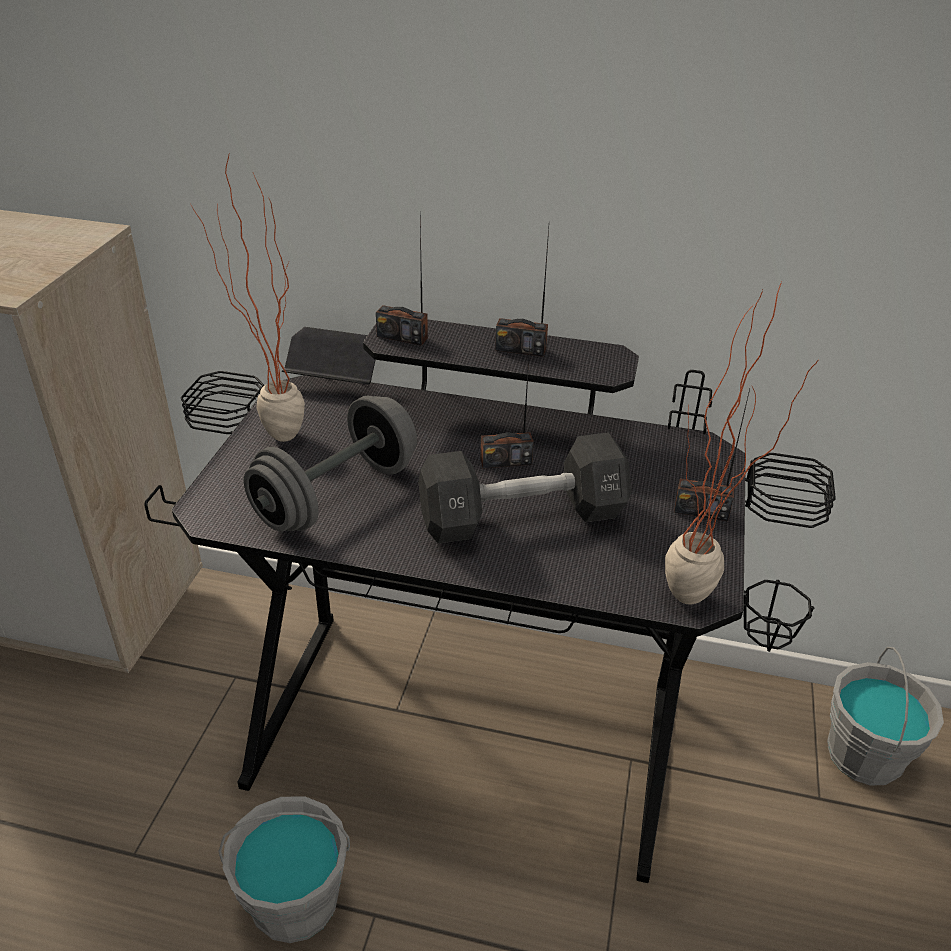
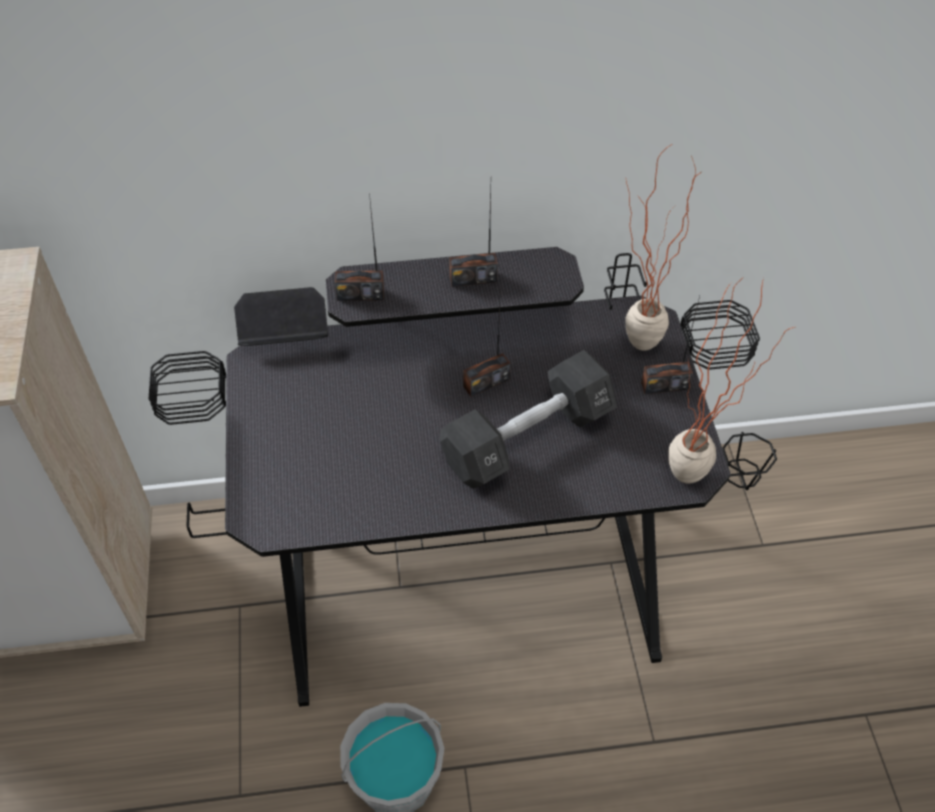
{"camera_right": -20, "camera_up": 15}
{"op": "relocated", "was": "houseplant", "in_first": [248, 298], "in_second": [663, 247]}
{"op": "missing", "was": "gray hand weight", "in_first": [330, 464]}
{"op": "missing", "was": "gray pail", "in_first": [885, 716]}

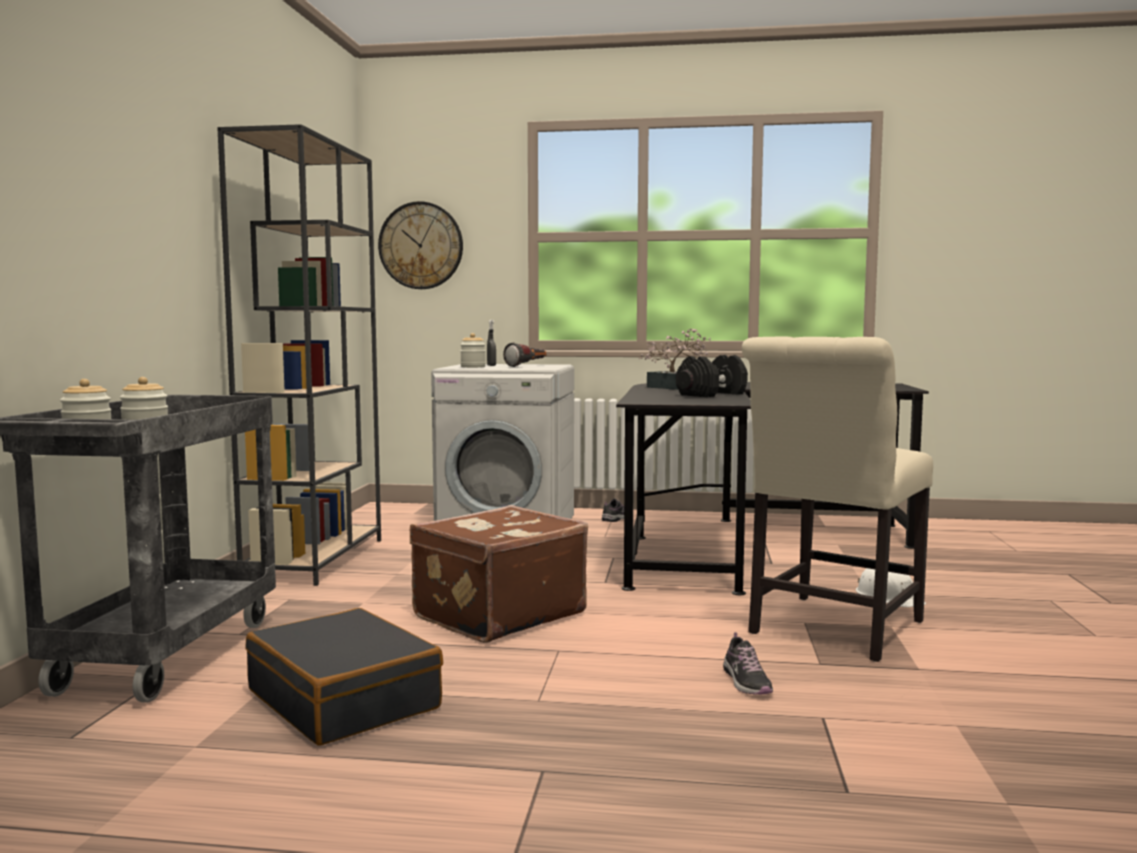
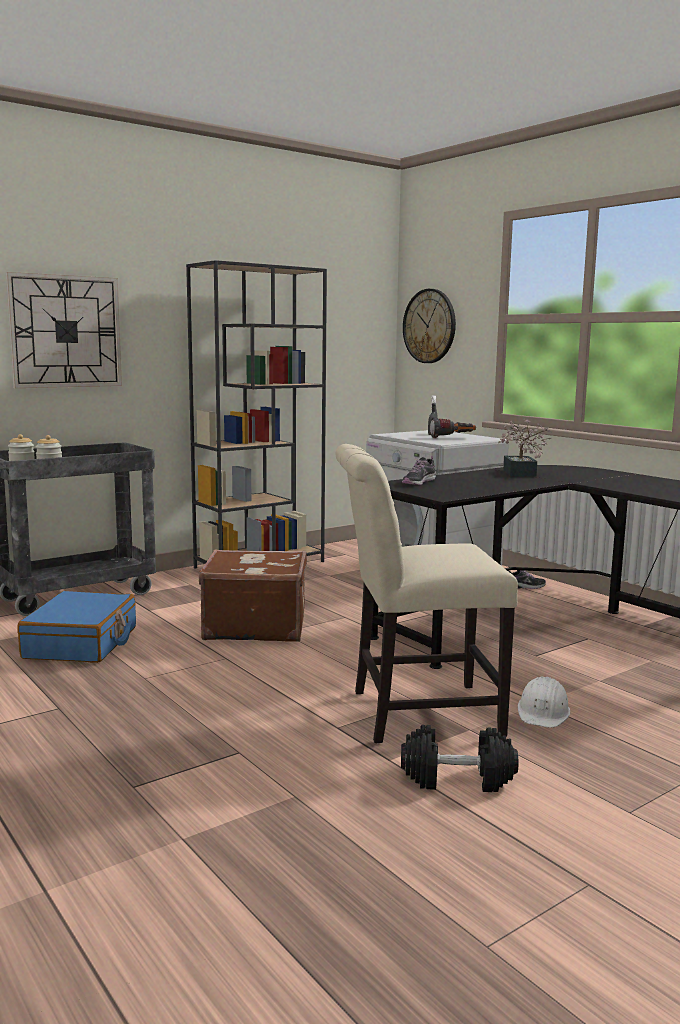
{"camera_right": 45, "camera_up": 5}
{"op": "appeared", "now": "wall clock", "in_second": [64, 330]}
{"op": "colour", "was": "black travel case", "now": "blue-coloured travel case", "in_first": [344, 676], "in_second": [77, 627]}
{"op": "relocated", "was": "black hand weight", "in_first": [712, 376], "in_second": [459, 758]}
{"op": "relocated", "was": "item of footwear", "in_first": [748, 663], "in_second": [419, 470]}
{"op": "missing", "was": "jar", "in_first": [473, 350]}

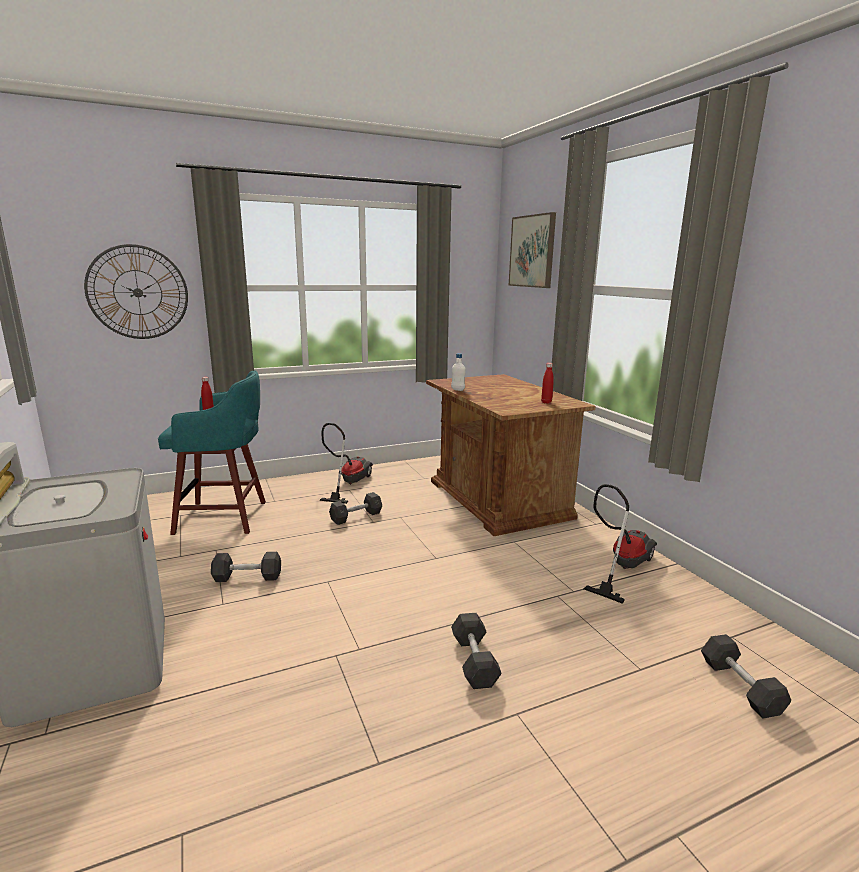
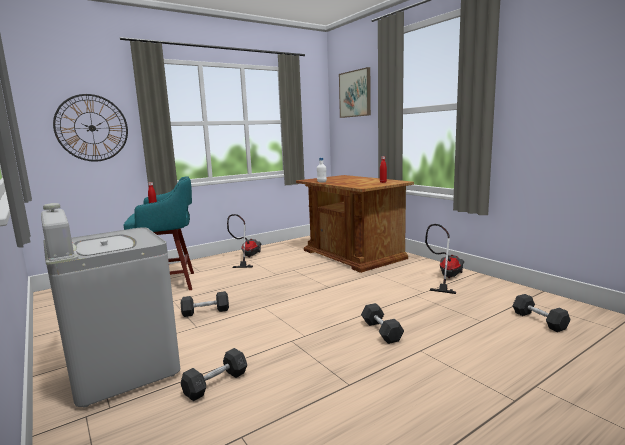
{"camera_right": -10, "camera_up": -5}
{"op": "relocated", "was": "gray hand weight", "in_first": [355, 508], "in_second": [214, 374]}

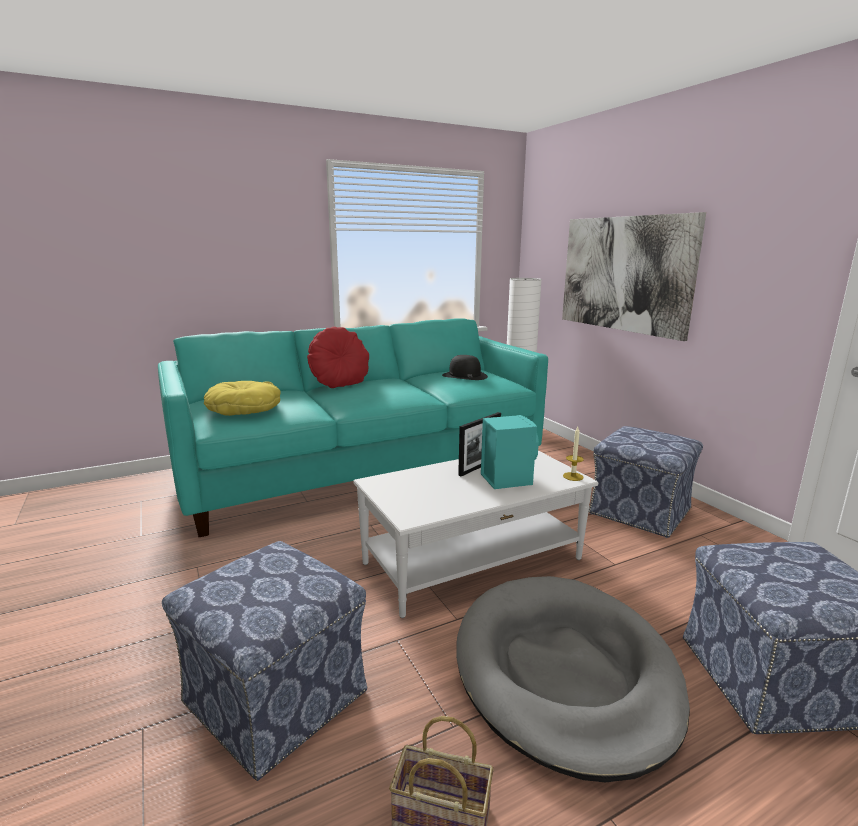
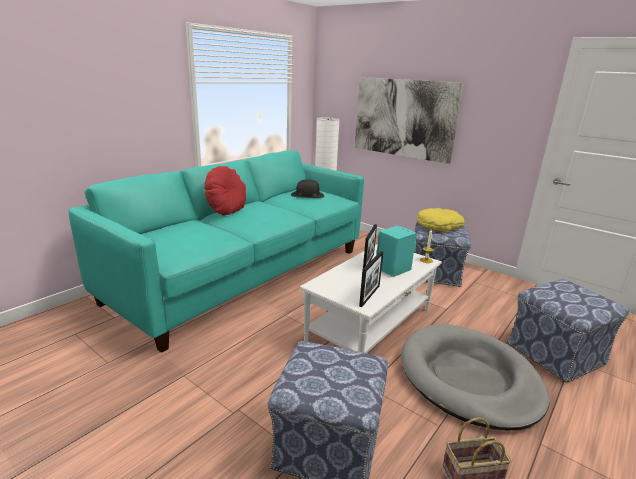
{"camera_right": -25, "camera_up": 5}
{"op": "appeared", "now": "picture frame", "in_second": [371, 279]}
{"op": "relocated", "was": "yellowish cushion", "in_first": [242, 398], "in_second": [441, 220]}

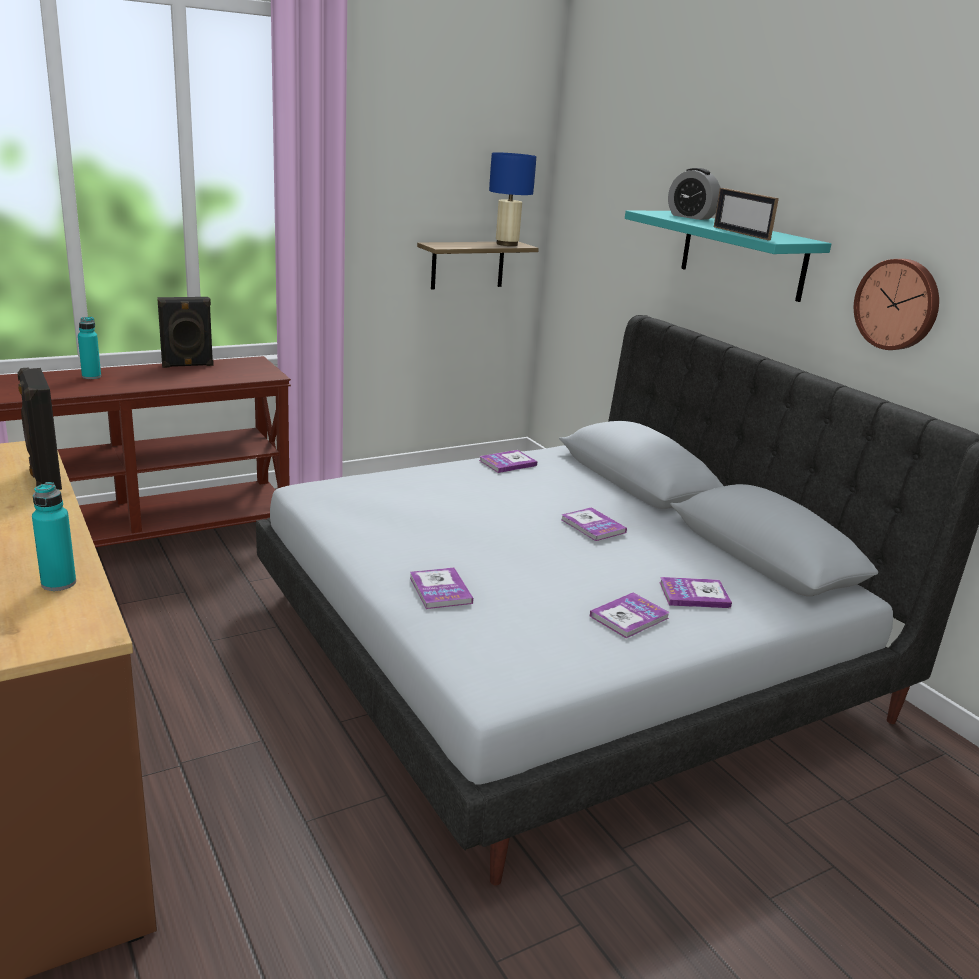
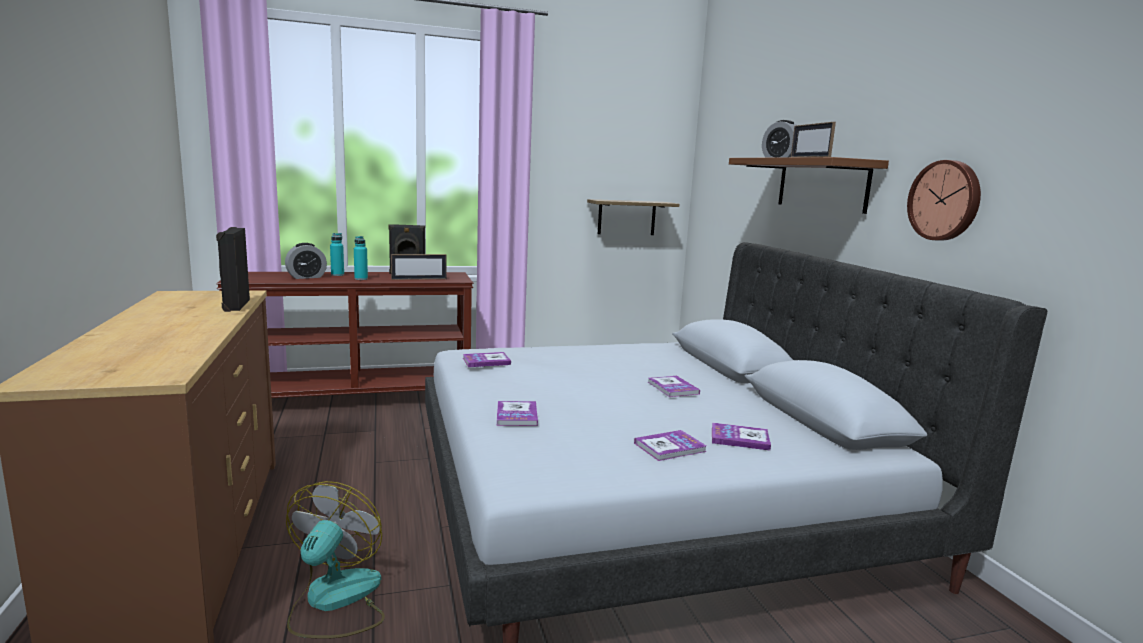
{"camera_right": 15, "camera_up": -10}
{"op": "appeared", "now": "alarm clock", "in_second": [306, 261]}
{"op": "appeared", "now": "fan", "in_second": [335, 560]}
{"op": "relocated", "was": "turquoise-coloured drink bottle", "in_first": [54, 536], "in_second": [361, 258]}
{"op": "appeared", "now": "picture frame", "in_second": [419, 267]}
{"op": "relocated", "was": "bound book", "in_first": [508, 461], "in_second": [487, 359]}
{"op": "colour", "was": "turquoise-coloured shelf", "now": "brown-coloured shelf", "in_first": [728, 256], "in_second": [809, 185]}
{"op": "missing", "was": "blue-coloured table lamp", "in_first": [512, 199]}

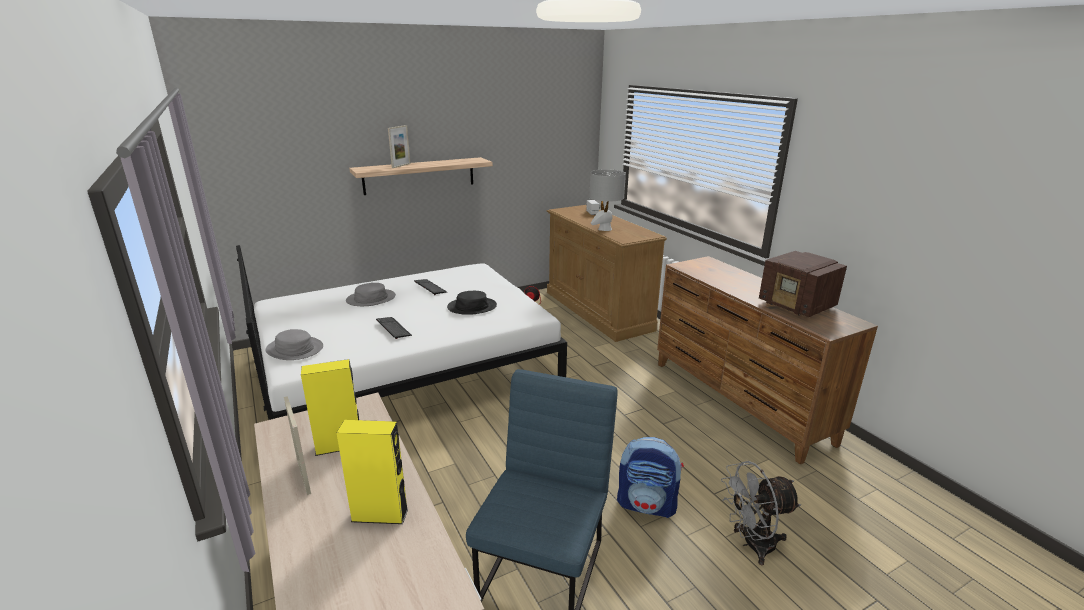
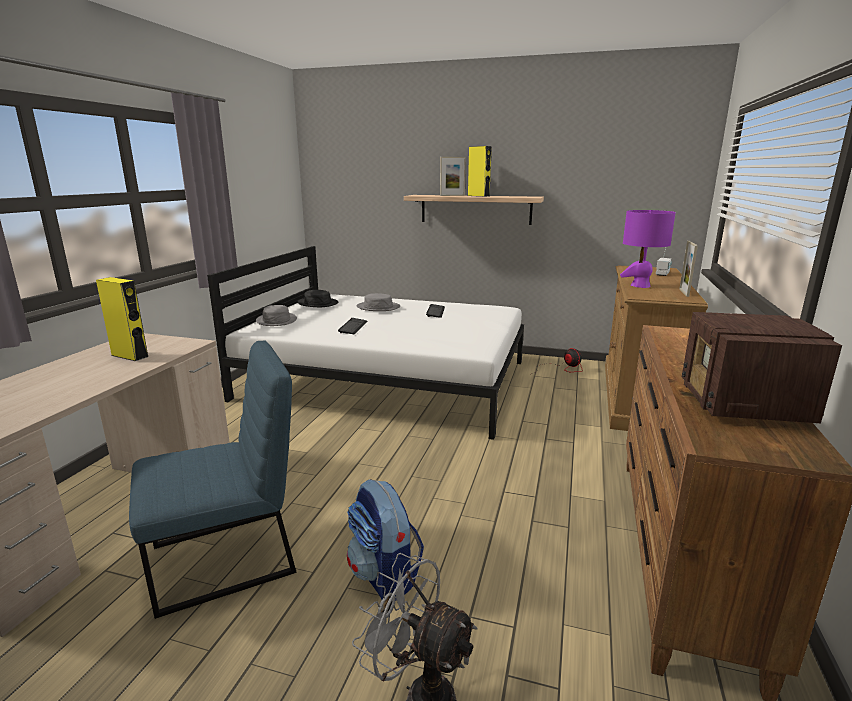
{"camera_right": 45, "camera_up": -5}
{"op": "relocated", "was": "black clothing hat", "in_first": [472, 303], "in_second": [317, 298]}
{"op": "relocated", "was": "yellowish speaker", "in_first": [372, 472], "in_second": [480, 171]}
{"op": "colour", "was": "gray table lamp", "now": "purple table lamp", "in_first": [607, 200], "in_second": [648, 249]}
{"op": "relocated", "was": "picture frame", "in_first": [297, 445], "in_second": [688, 269]}

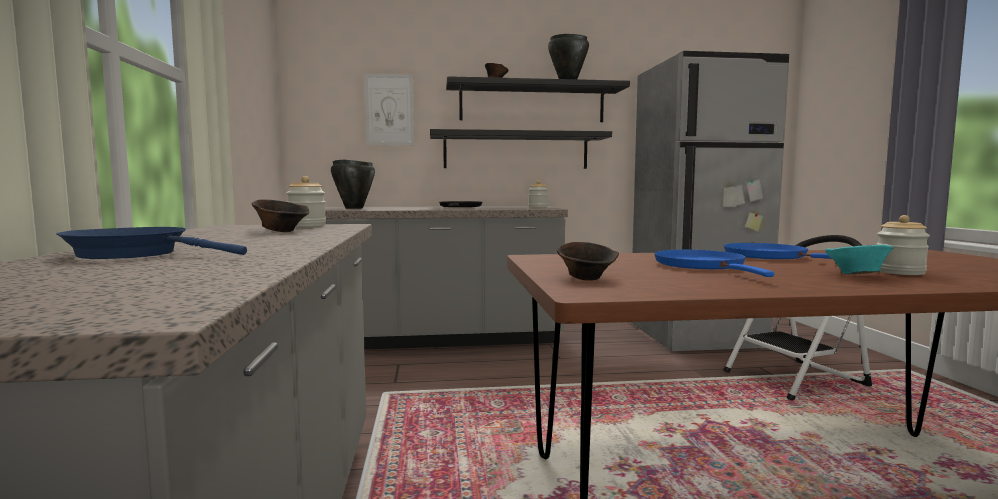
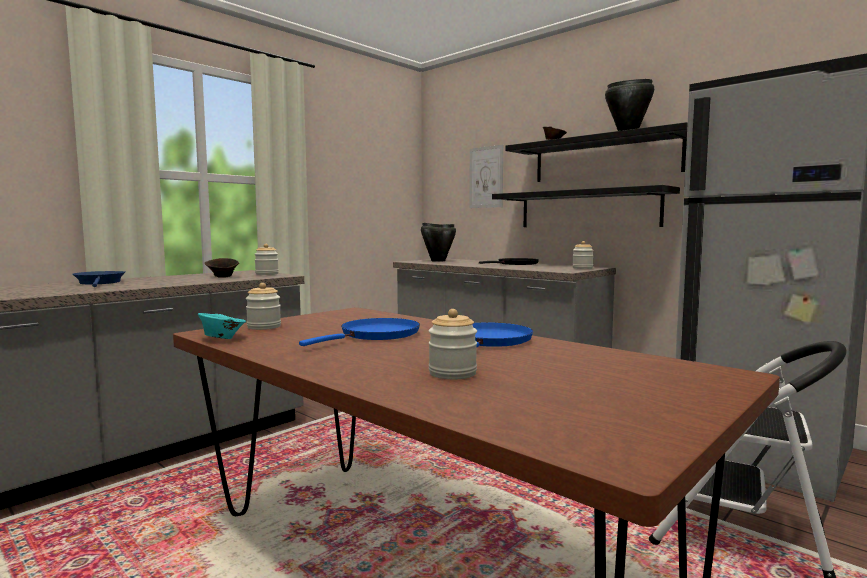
{"camera_right": 50, "camera_up": 0}
{"op": "relocated", "was": "turquoise-coloured bowl", "in_first": [859, 259], "in_second": [222, 326]}
{"op": "exchanged", "was": "brown-coloured bowl", "now": "jar", "in_first": [588, 261], "in_second": [263, 306]}

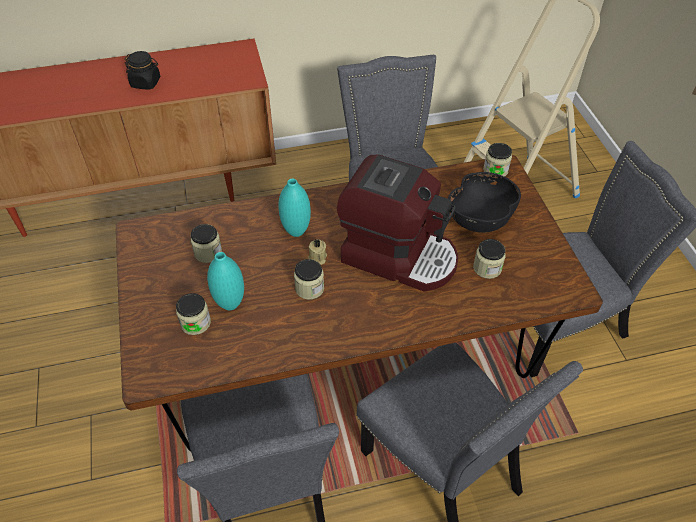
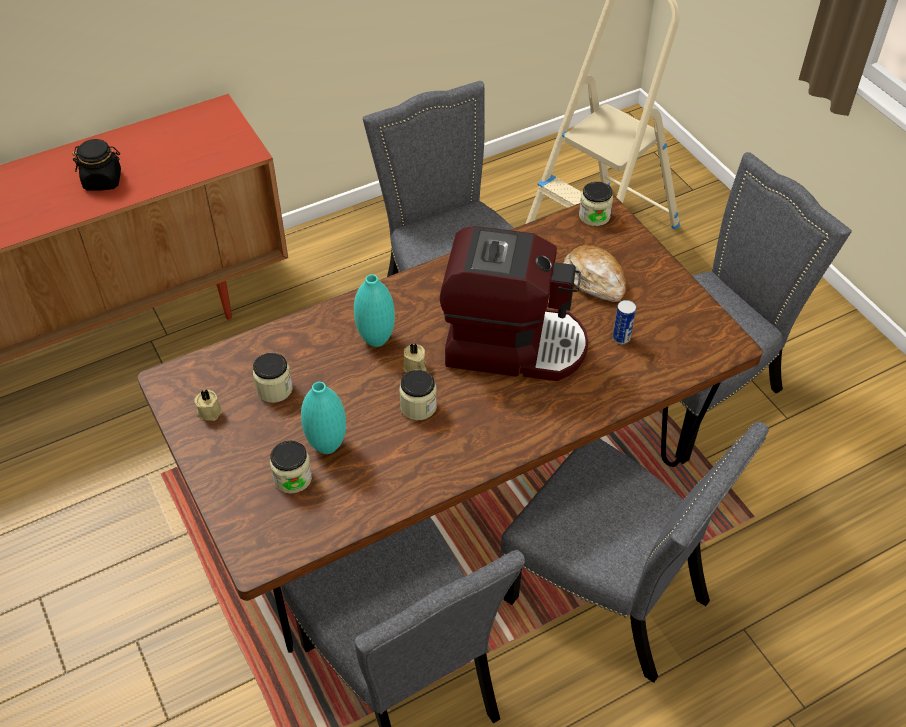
{"camera_right": -15, "camera_up": 0}
{"op": "appeared", "now": "beige candle", "in_second": [208, 405]}
{"op": "exchanged", "was": "black bowl", "now": "bread", "in_first": [484, 202], "in_second": [595, 273]}
{"op": "exchanged", "was": "jar", "now": "can", "in_first": [489, 259], "in_second": [624, 322]}

